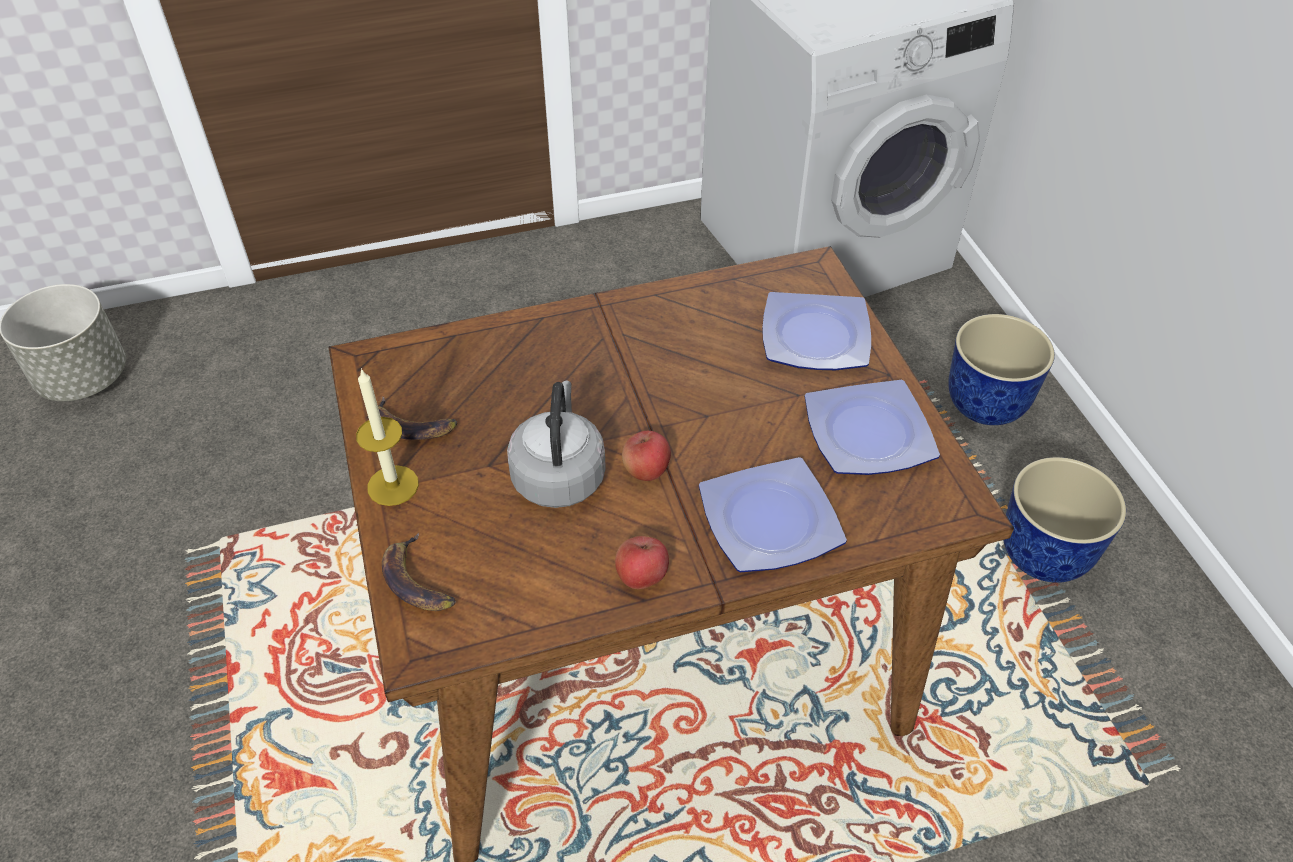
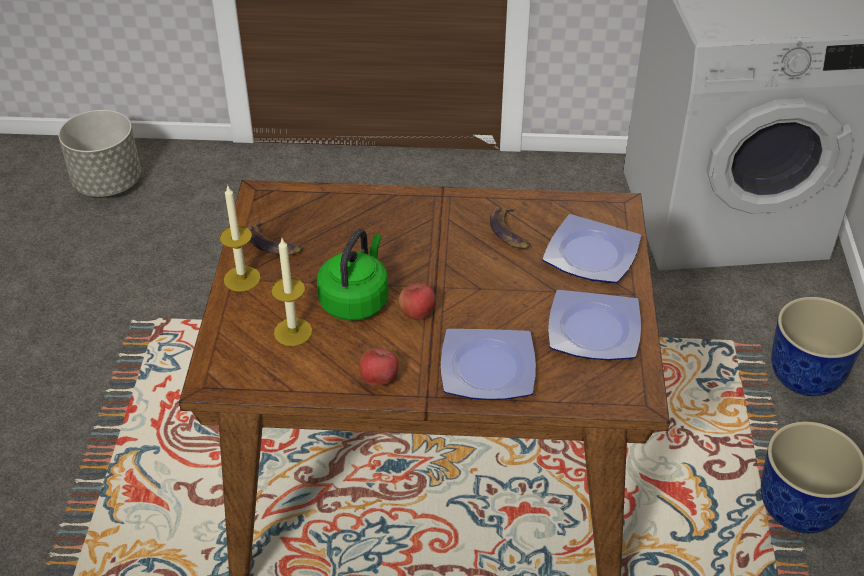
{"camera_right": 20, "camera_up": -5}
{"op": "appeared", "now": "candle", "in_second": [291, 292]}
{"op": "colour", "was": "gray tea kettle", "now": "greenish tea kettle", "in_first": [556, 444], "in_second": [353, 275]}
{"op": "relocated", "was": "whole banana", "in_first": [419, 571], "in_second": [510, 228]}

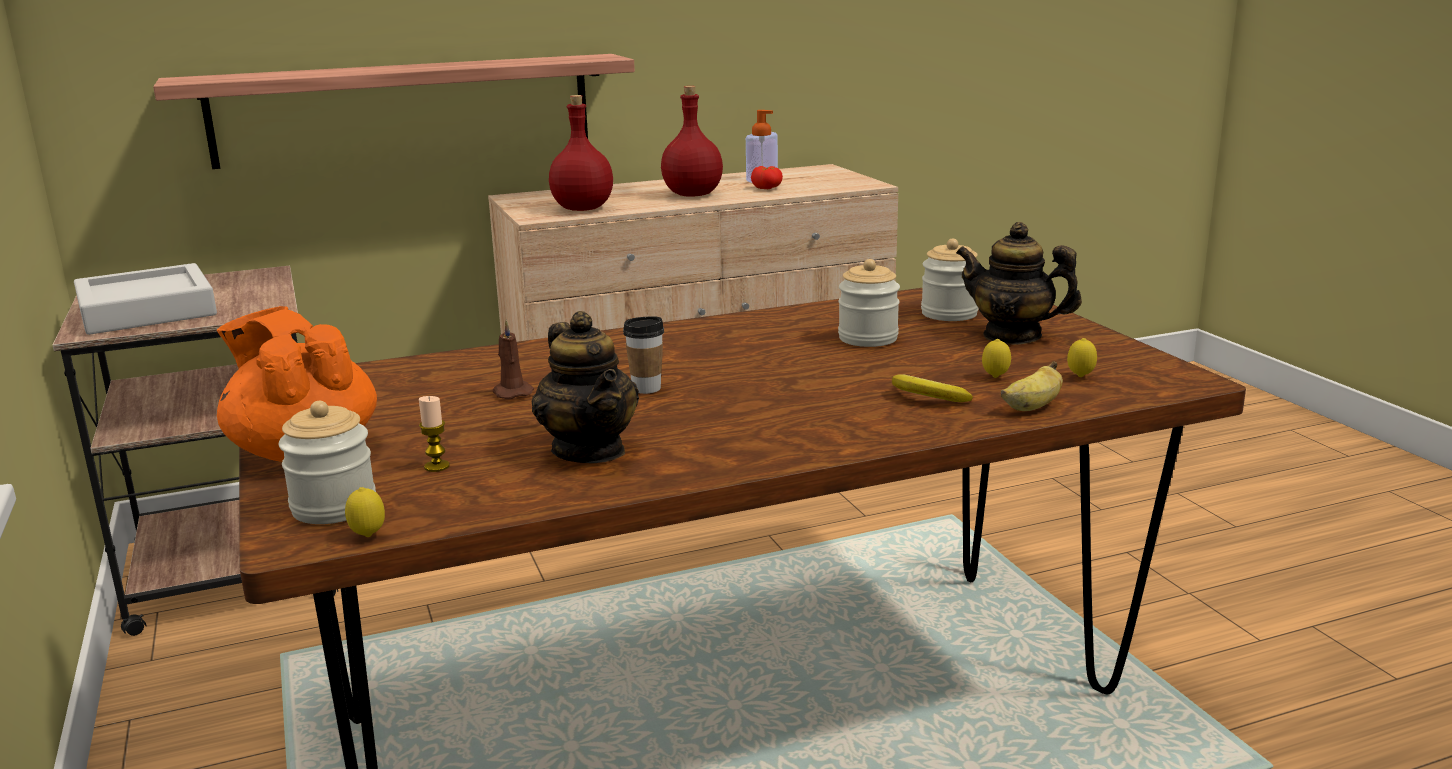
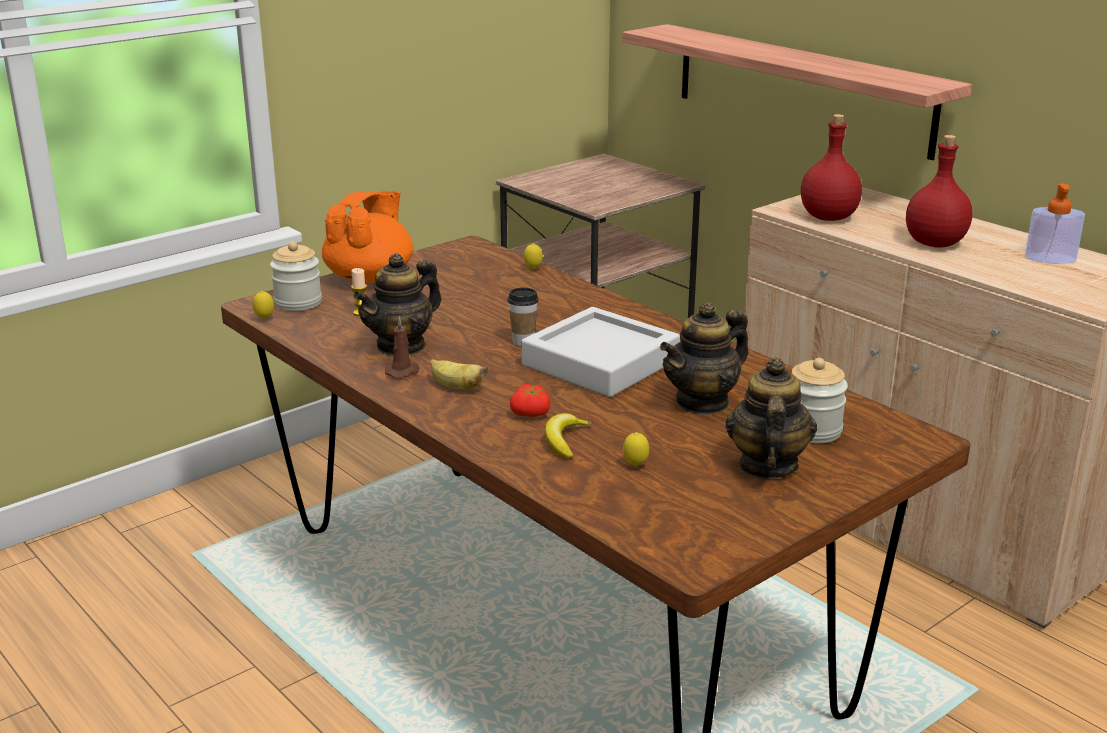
{"camera_right": 70, "camera_up": 5}
{"op": "relocated", "was": "brown-coloured candle", "in_first": [513, 359], "in_second": [402, 347]}
{"op": "relocated", "was": "whole banana", "in_first": [1032, 386], "in_second": [459, 374]}
{"op": "relocated", "was": "tomato", "in_first": [767, 177], "in_second": [530, 400]}
{"op": "relocated", "was": "gray tray", "in_first": [145, 299], "in_second": [600, 352]}
{"op": "relocated", "was": "citrus fruit", "in_first": [1082, 357], "in_second": [533, 256]}
{"op": "exchanged", "was": "jar", "now": "teapot", "in_first": [869, 303], "in_second": [704, 358]}

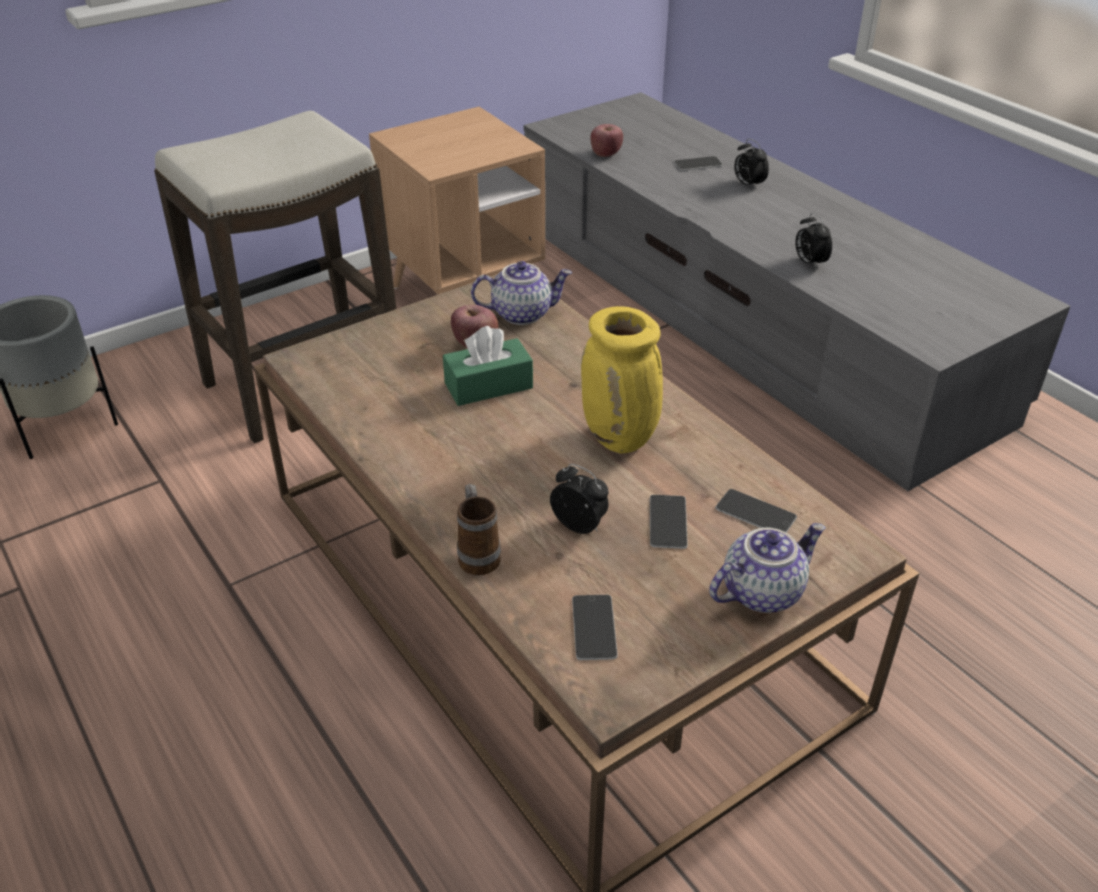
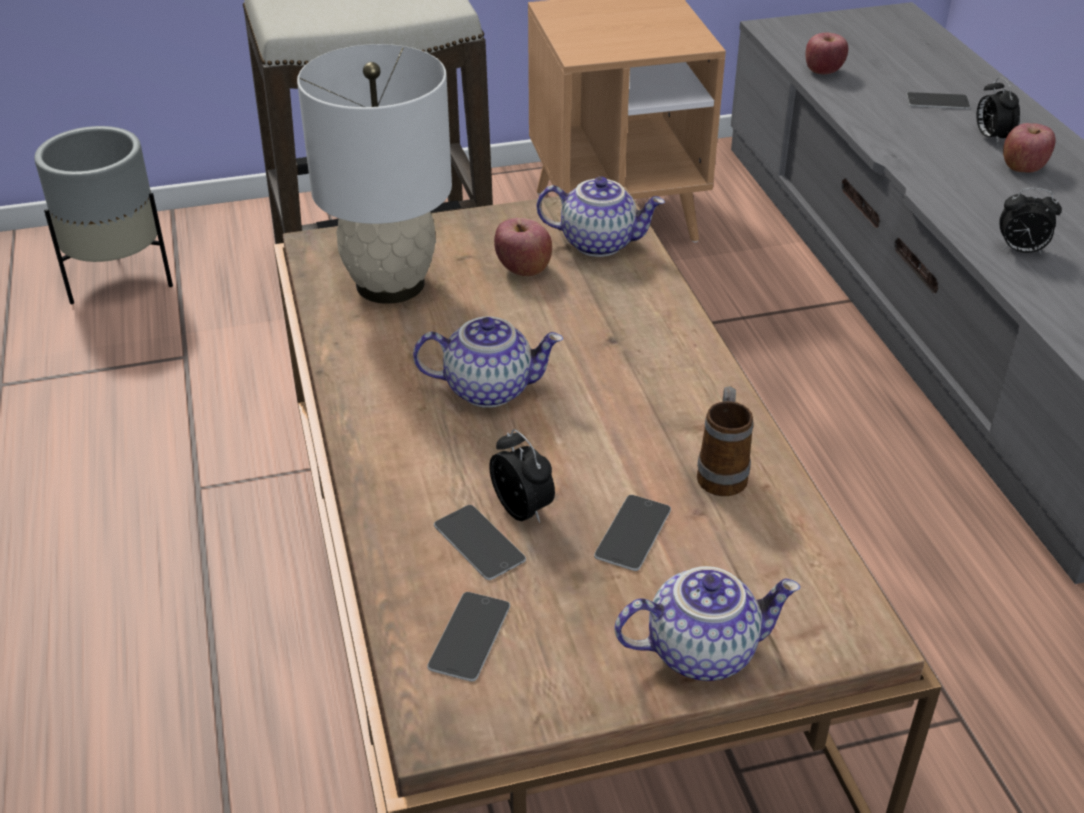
{"camera_right": 20, "camera_up": 0}
{"op": "appeared", "now": "whitish table lamp", "in_second": [374, 174]}
{"op": "appeared", "now": "teapot", "in_second": [488, 362]}
{"op": "relocated", "was": "phone", "in_first": [756, 511], "in_second": [480, 542]}
{"op": "relocated", "was": "mug", "in_first": [479, 529], "in_second": [725, 441]}
{"op": "spun", "was": "alarm clock", "in_first": [813, 240], "in_second": [1030, 221], "clockwise": -75}
{"op": "appeared", "now": "apple", "in_second": [1029, 148]}
{"op": "missing", "was": "greenish tissue box", "in_first": [488, 366]}
{"op": "missing", "was": "yellowish flower vase", "in_first": [622, 379]}

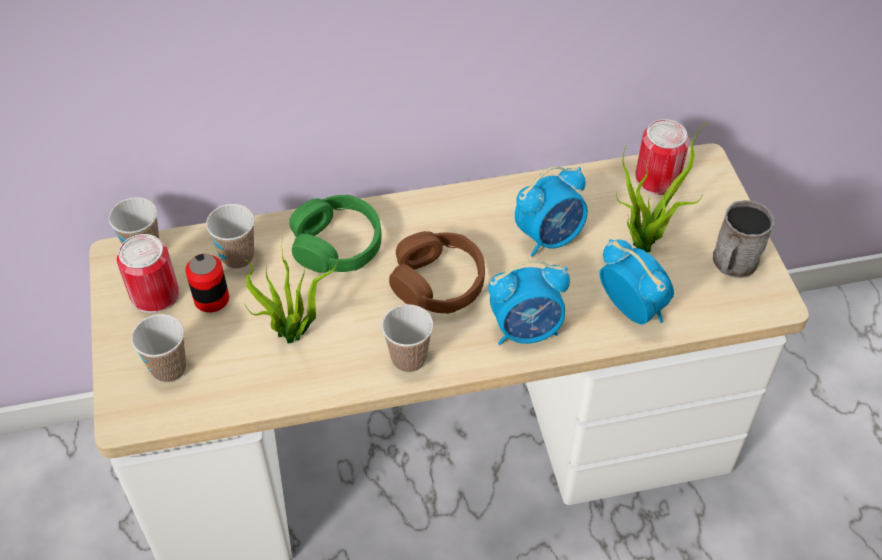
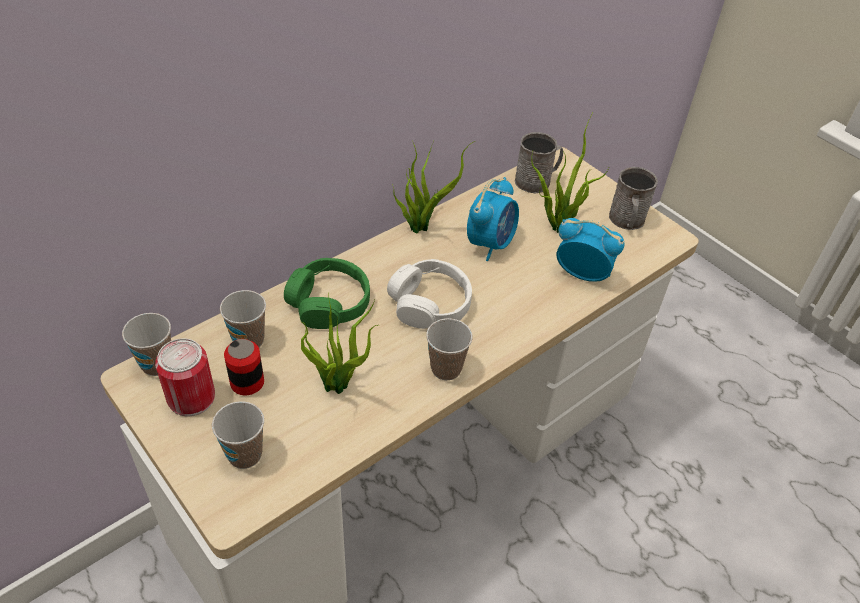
{"camera_right": -30, "camera_up": -5}
{"op": "colour", "was": "brown-coloured pair of headphones", "now": "whitish pair of headphones", "in_first": [437, 272], "in_second": [429, 294]}
{"op": "appeared", "now": "houseplant", "in_second": [433, 187]}
{"op": "exchanged", "was": "can", "now": "gray mug", "in_first": [662, 157], "in_second": [539, 162]}
{"op": "missing", "was": "alarm clock", "in_first": [529, 302]}

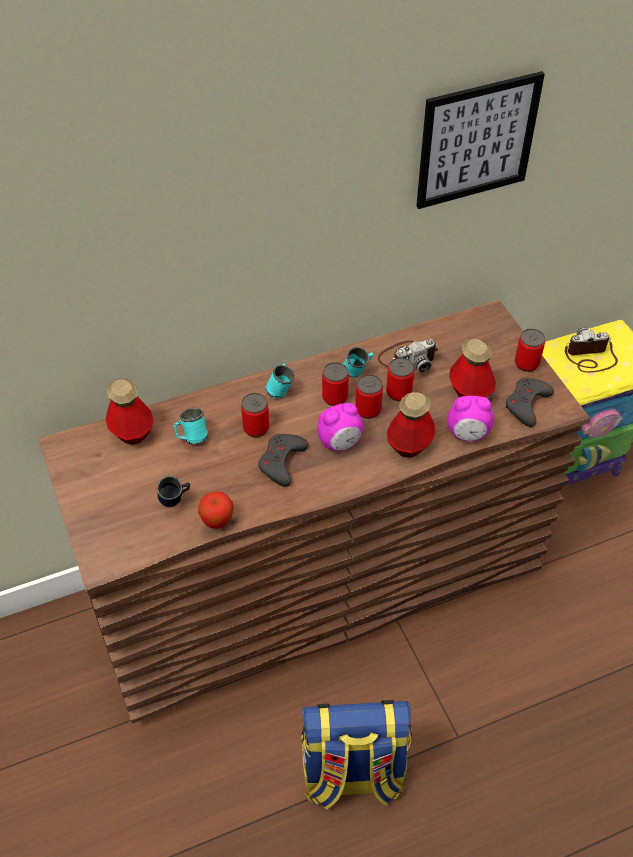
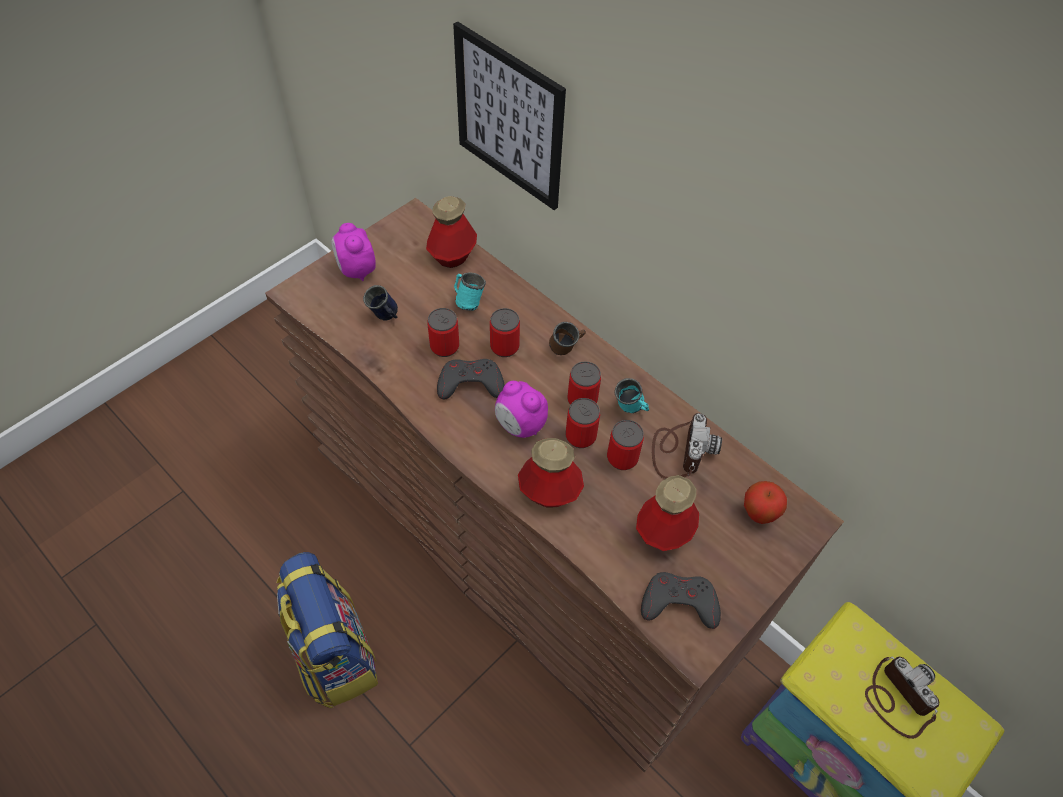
{"camera_right": 65, "camera_up": 5}
{"op": "relocated", "was": "alarm clock", "in_first": [471, 419], "in_second": [353, 252]}
{"op": "relocated", "was": "can", "in_first": [530, 350], "in_second": [443, 332]}
{"op": "relocated", "was": "picture", "in_first": [480, 140], "in_second": [509, 115]}
{"op": "colour", "was": "turquoise-coloured mug", "now": "brown-coloured mug", "in_first": [280, 381], "in_second": [567, 338]}
{"op": "spun", "was": "still camera", "in_first": [407, 356], "in_second": [687, 446], "clockwise": -120}
{"op": "relocated", "was": "apple", "in_first": [215, 510], "in_second": [765, 502]}

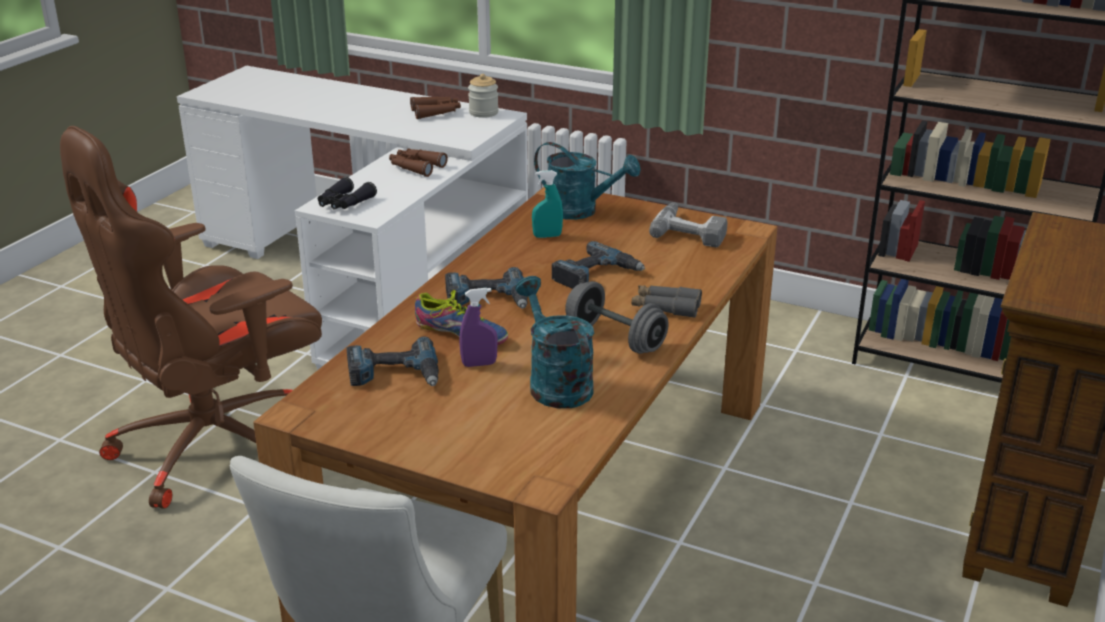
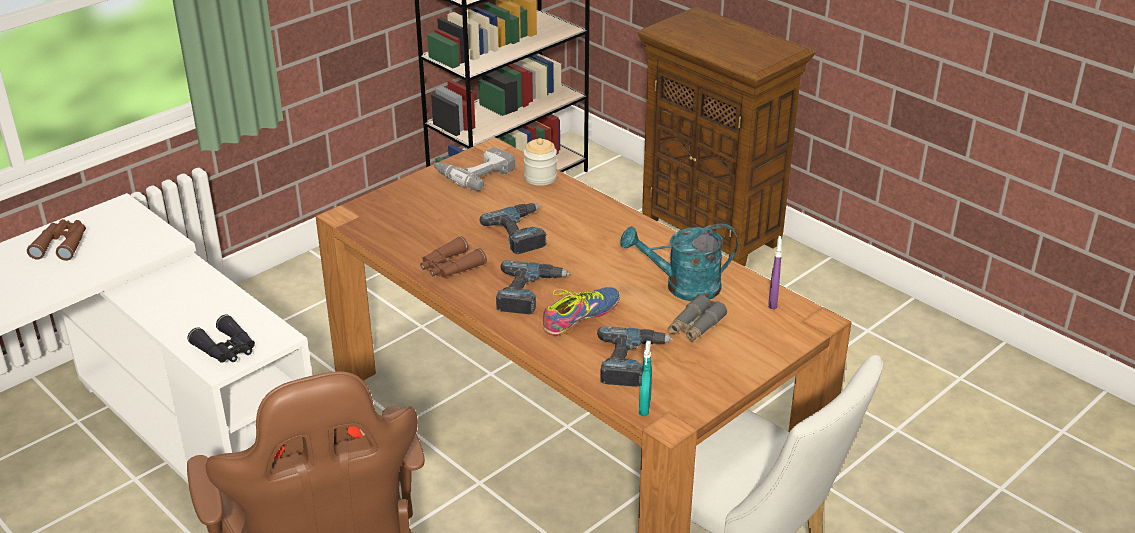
{"camera_right": -70, "camera_up": 5}
{"op": "relocated", "was": "brown-coloured pair of binoculars", "in_first": [418, 162], "in_second": [453, 256]}
{"op": "relocated", "was": "jar", "in_first": [483, 96], "in_second": [540, 162]}
{"op": "relocated", "was": "turquoise-coloured spray bottle", "in_first": [547, 204], "in_second": [645, 378]}
{"op": "relocated", "was": "gray pair of binoculars", "in_first": [667, 301], "in_second": [697, 318]}
{"op": "relocated", "was": "purple spray bottle", "in_first": [478, 327], "in_second": [775, 272]}
{"op": "missing", "was": "turquoise-coloured sprinkling can", "in_first": [587, 181]}
{"op": "missing", "was": "gray hand weight", "in_first": [617, 317]}

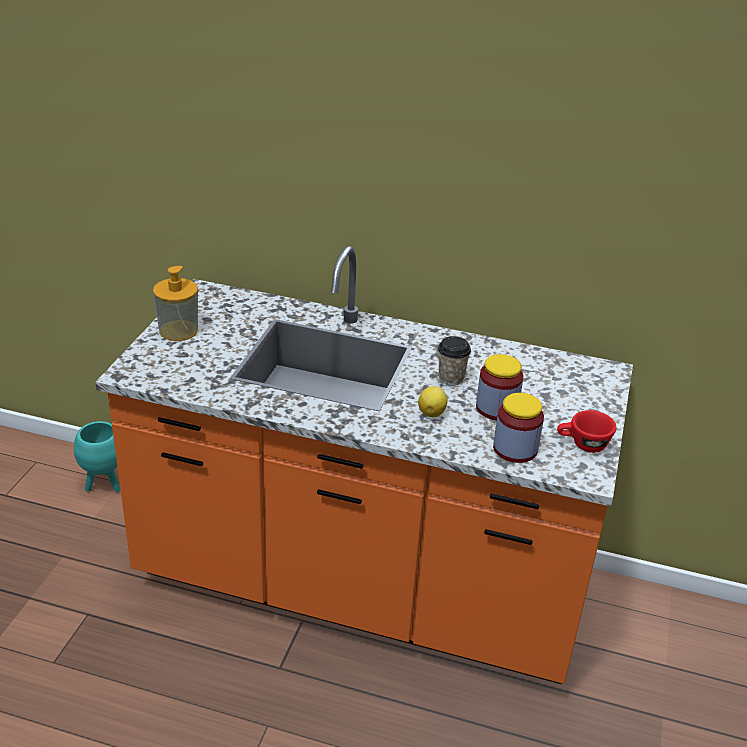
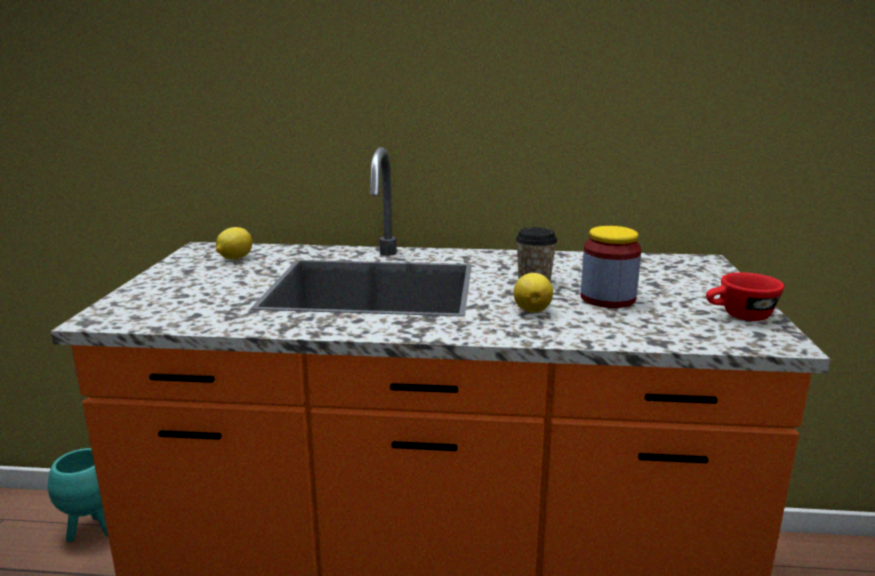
{"camera_right": -10, "camera_up": -15}
{"op": "appeared", "now": "citrus fruit", "in_second": [234, 243]}
{"op": "missing", "was": "soap bottle", "in_first": [175, 303]}
{"op": "missing", "was": "jar", "in_first": [518, 428]}

